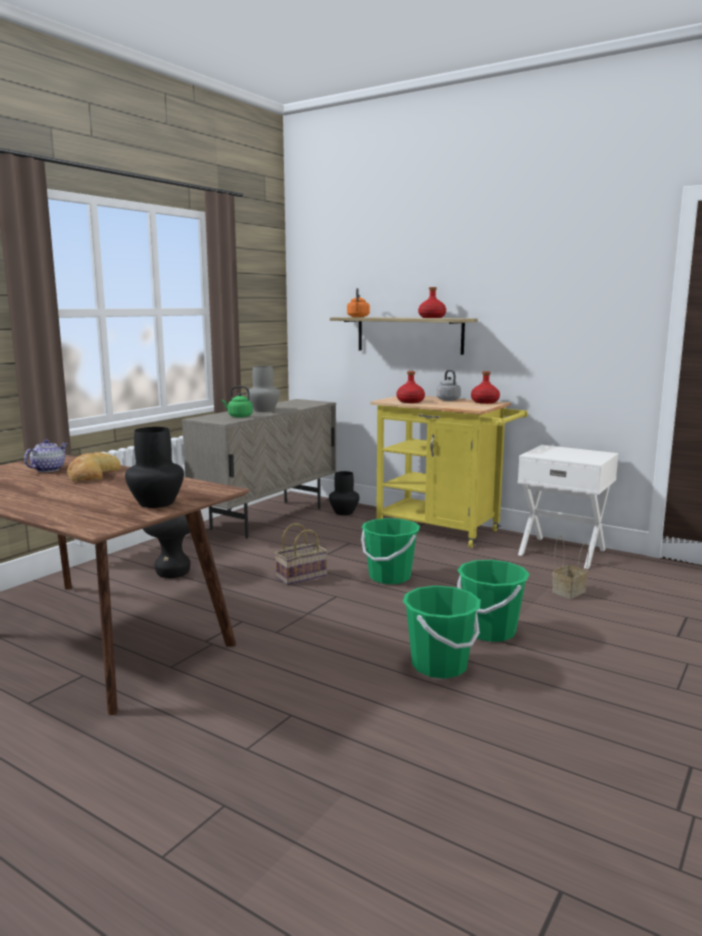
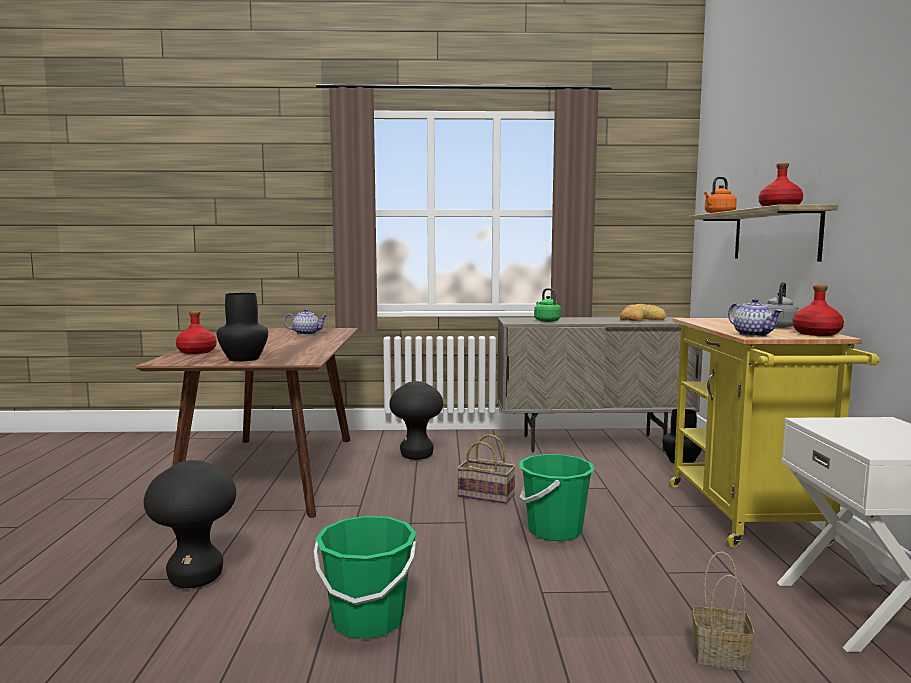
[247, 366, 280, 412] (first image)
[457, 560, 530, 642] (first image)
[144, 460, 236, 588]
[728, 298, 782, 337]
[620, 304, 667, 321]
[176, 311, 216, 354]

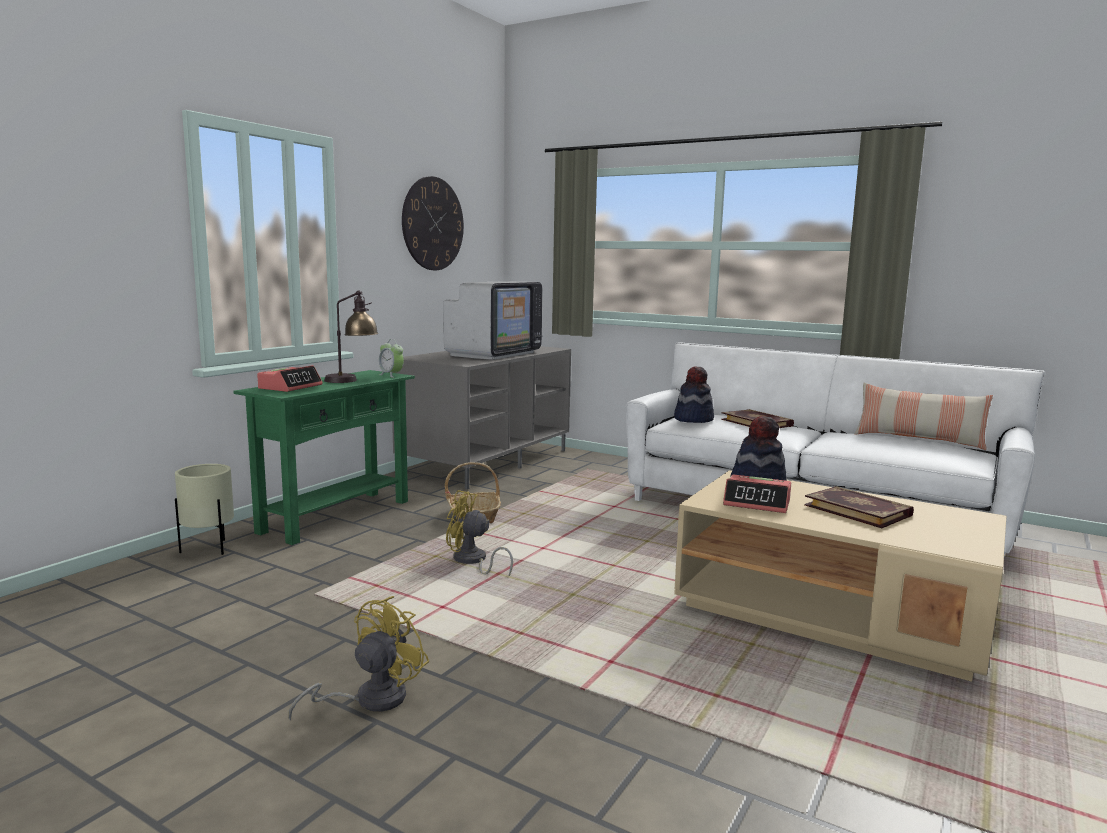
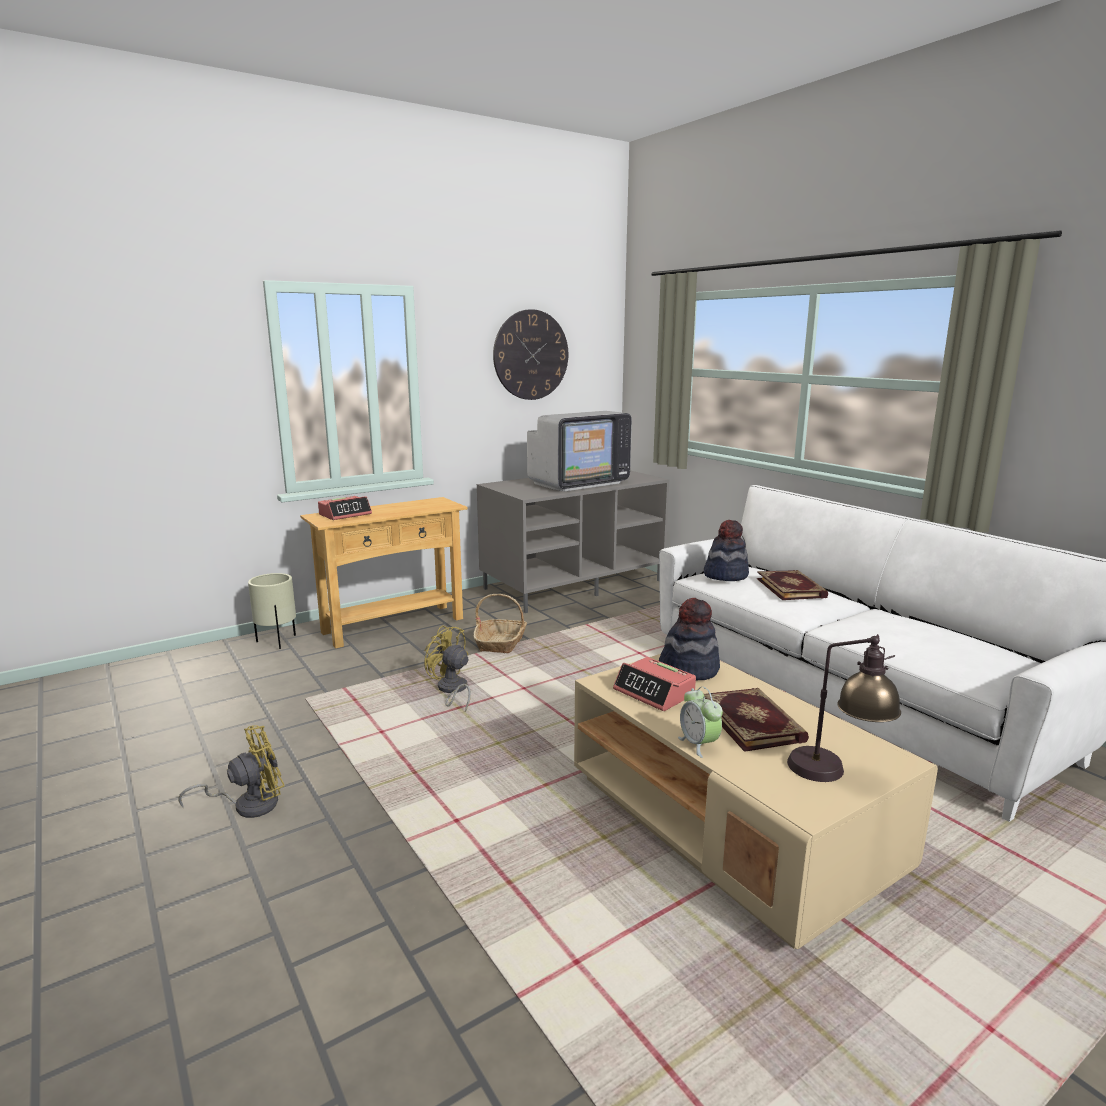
[855, 383, 993, 450] (first image)
[787, 634, 901, 782]
[678, 687, 723, 758]
[300, 497, 468, 648]

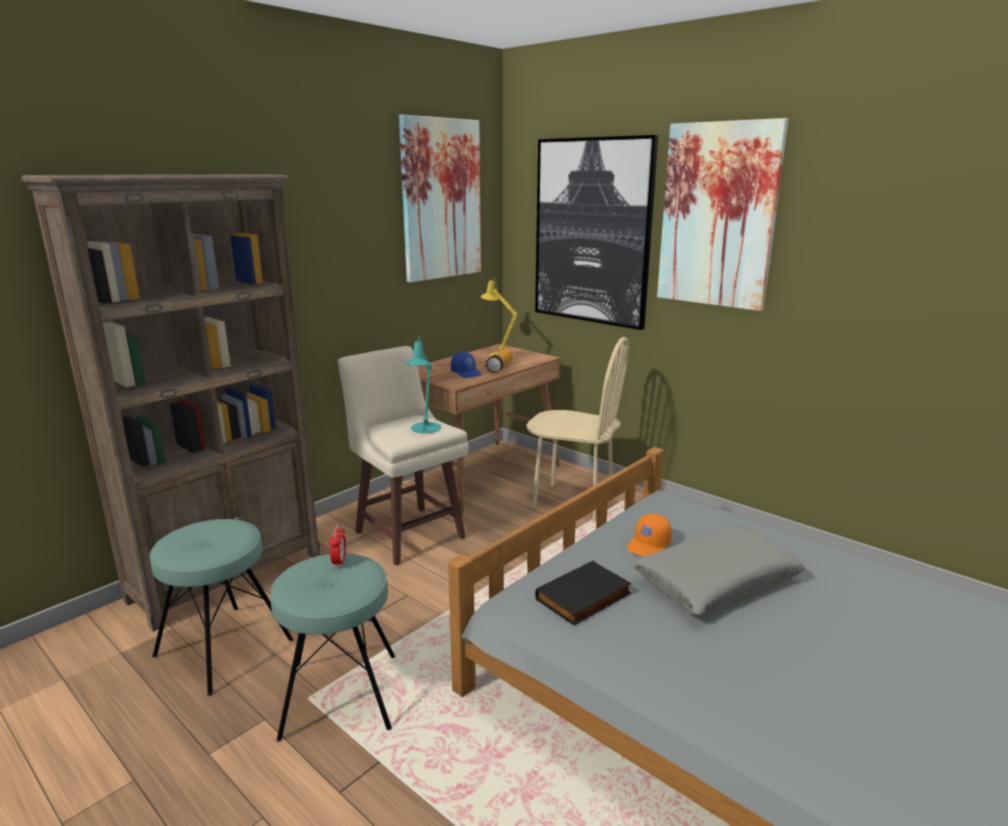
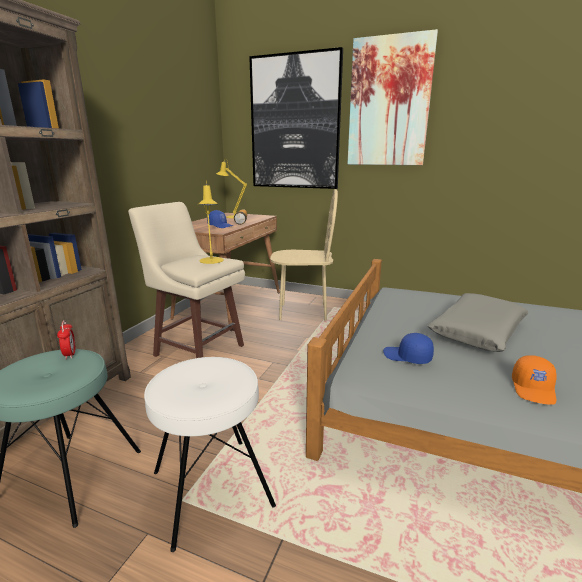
[399, 115, 481, 283] (first image)
[57, 320, 75, 359]
[512, 355, 557, 404]
[383, 333, 434, 364]
[144, 357, 276, 552]
[198, 181, 224, 264]

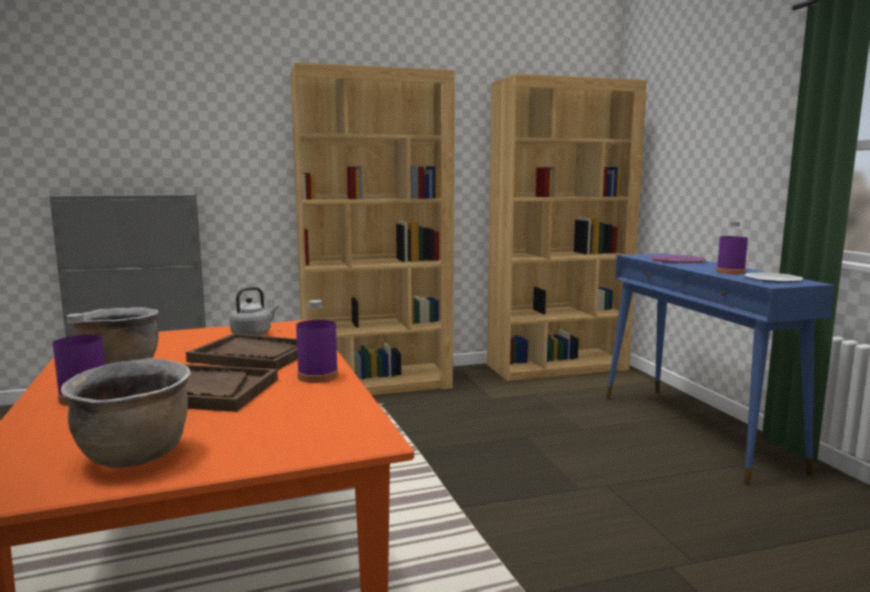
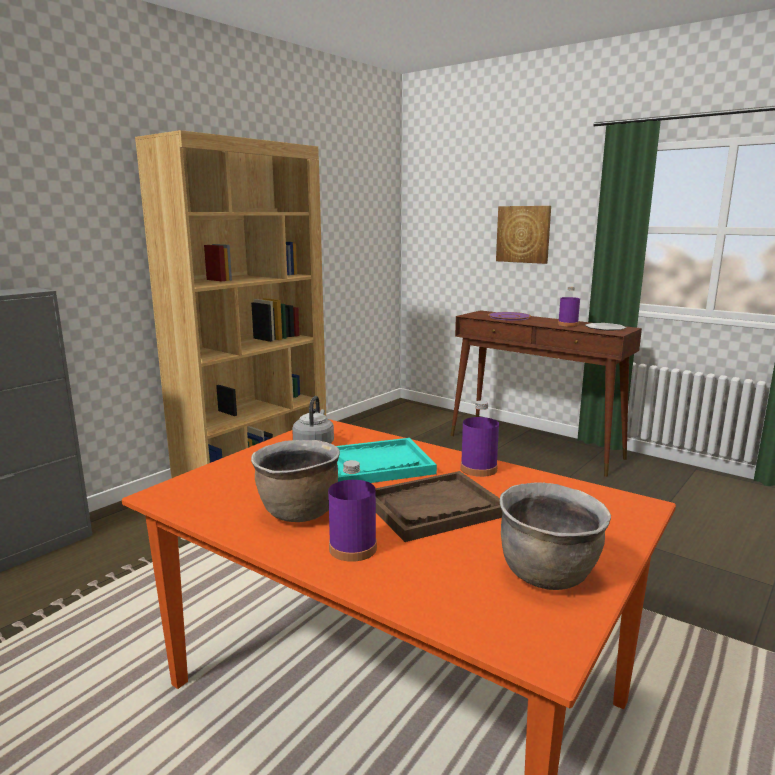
[487, 74, 647, 381] (first image)
[496, 206, 551, 264]
[337, 438, 437, 483]
[451, 310, 642, 477]

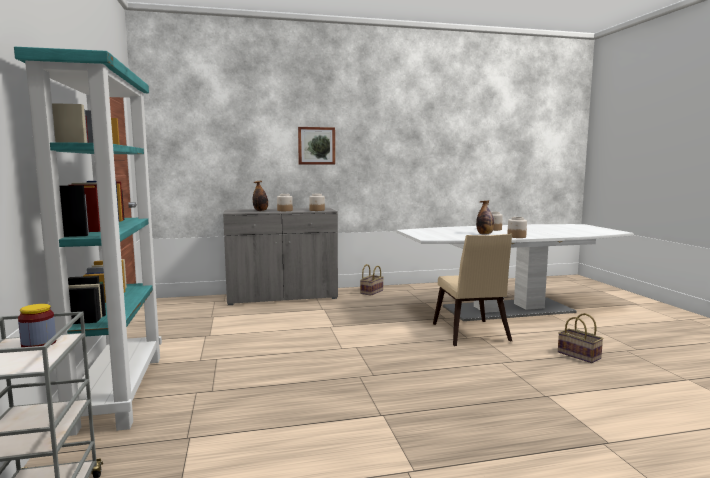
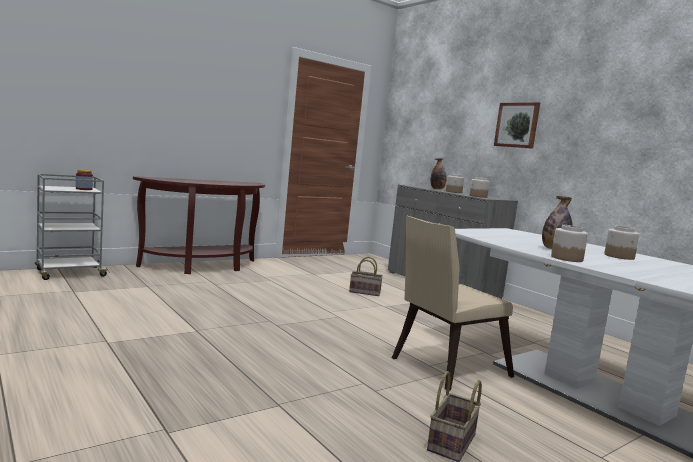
[349, 257, 383, 296]
[133, 176, 265, 274]

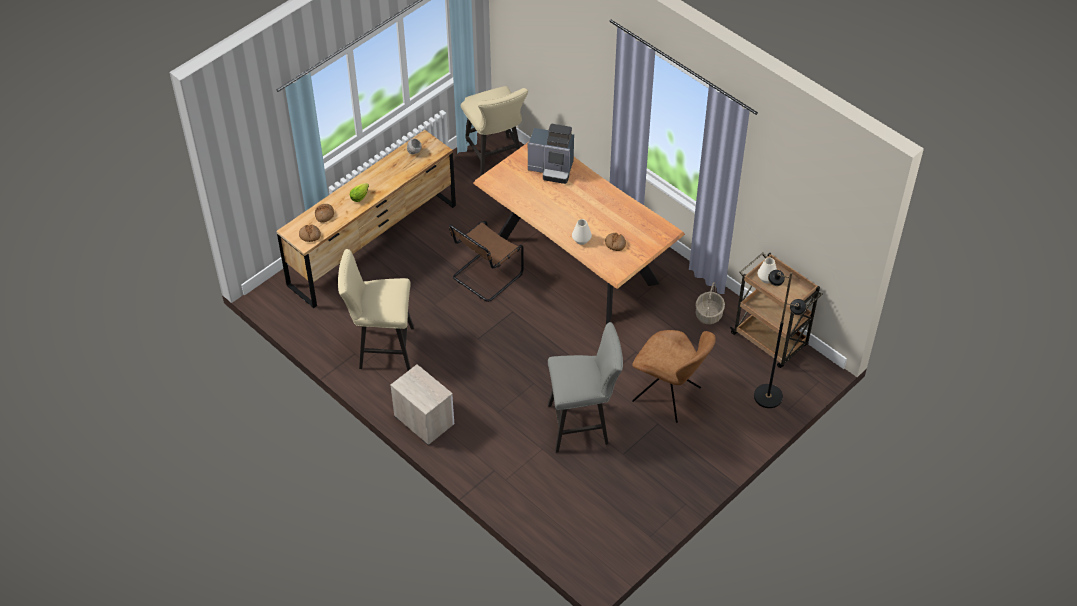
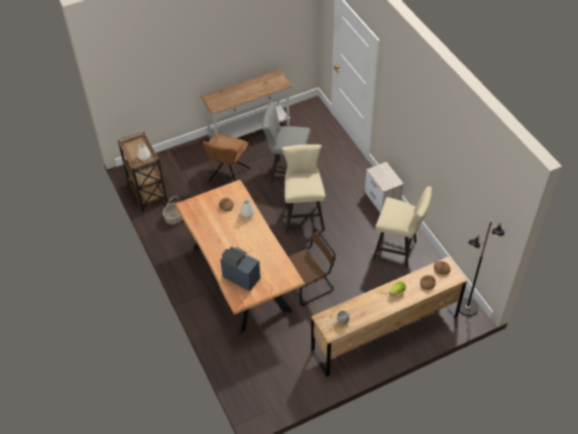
[201, 69, 293, 138]
[282, 144, 326, 233]
[459, 220, 504, 316]
[203, 135, 250, 183]

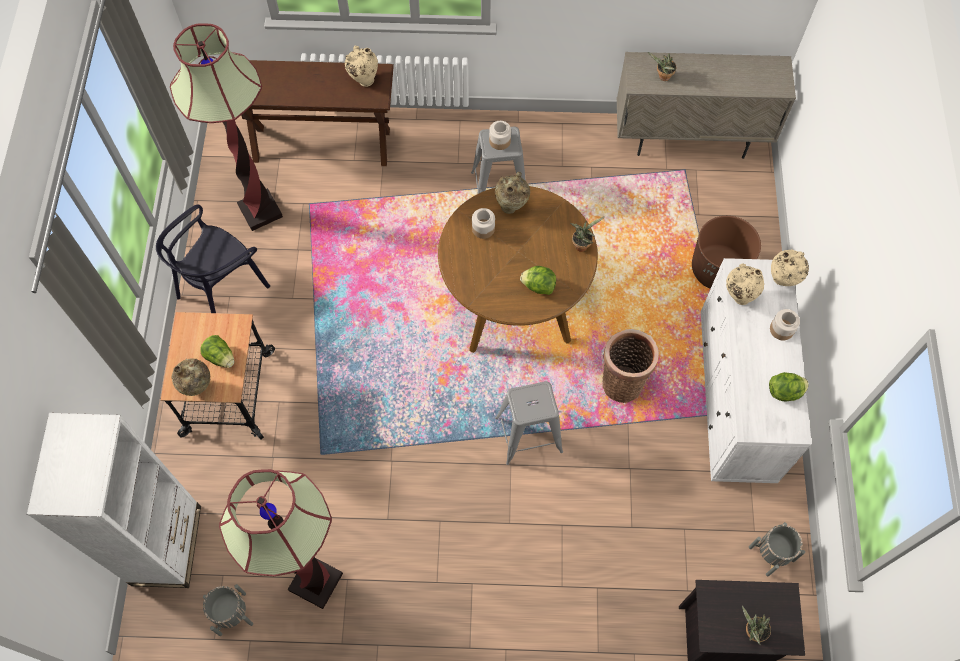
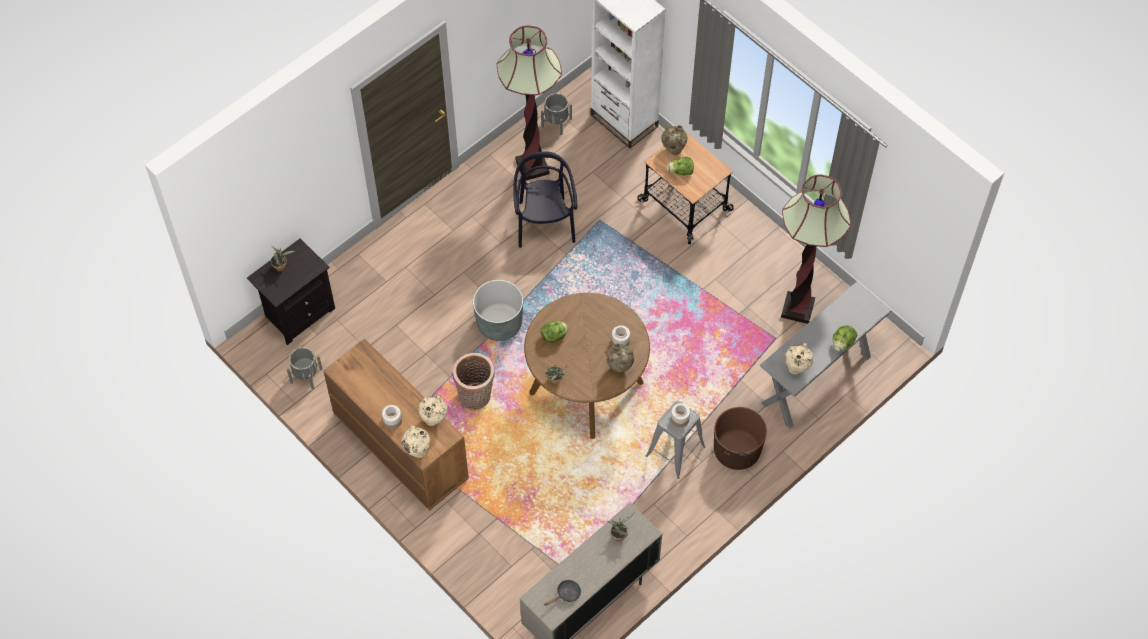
[544, 580, 581, 606]
[513, 151, 577, 248]
[714, 407, 767, 470]
[833, 325, 857, 351]
[473, 280, 523, 341]
[760, 282, 892, 429]
[323, 338, 469, 511]

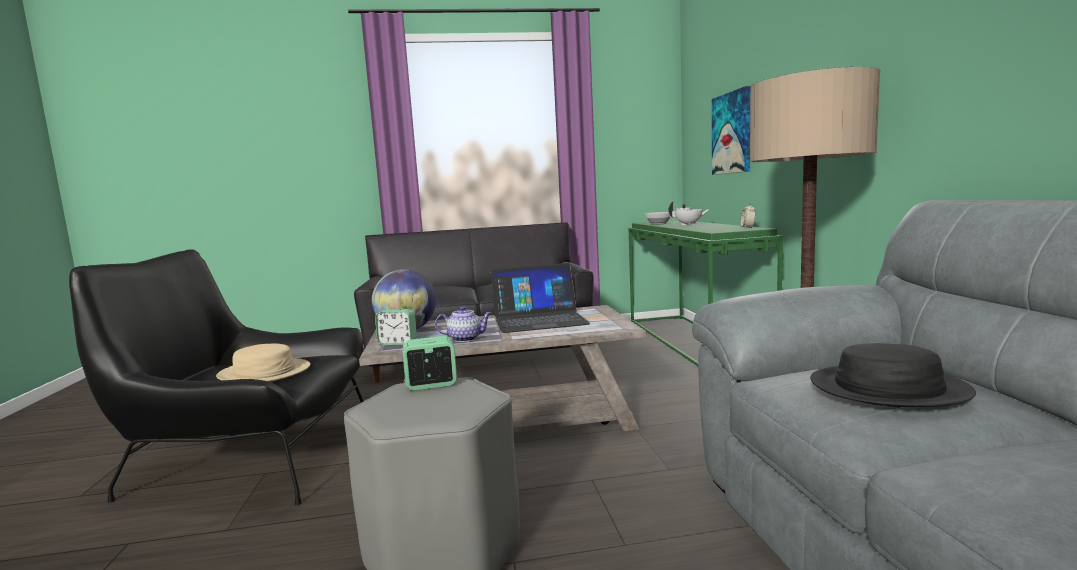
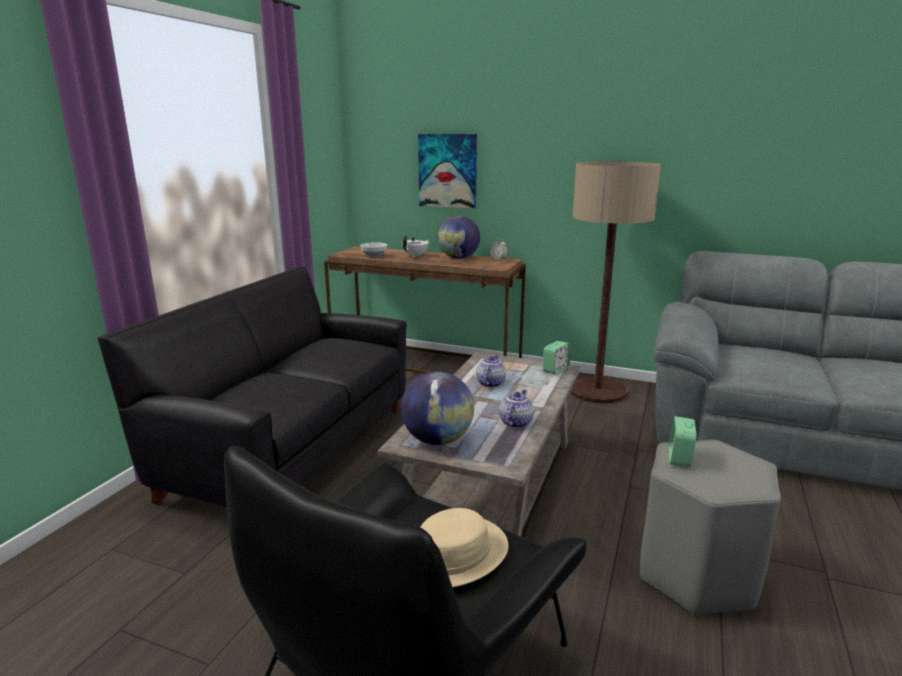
[810, 343, 976, 407] (first image)
[438, 216, 480, 259]
[543, 341, 570, 375]
[476, 355, 506, 388]
[324, 246, 526, 375]

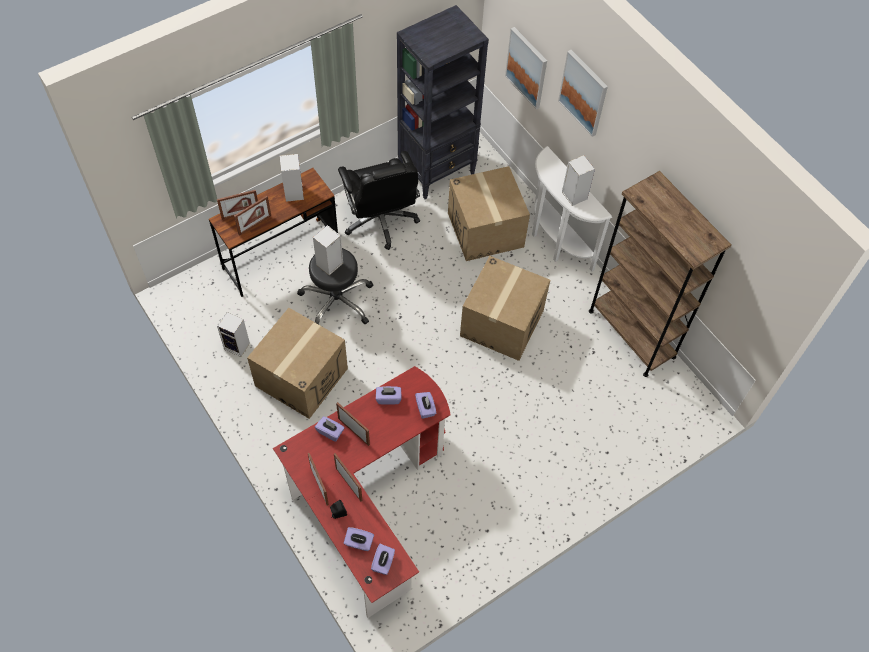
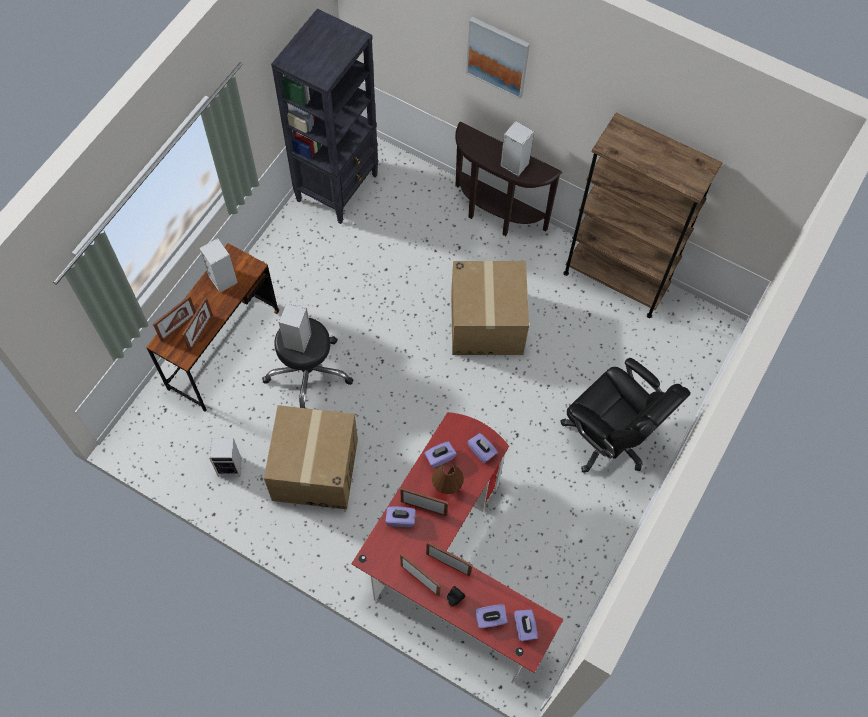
[448, 166, 530, 261] (first image)
[505, 27, 547, 109] (first image)
[432, 463, 464, 494]
[560, 358, 691, 473]
[455, 122, 562, 236]

